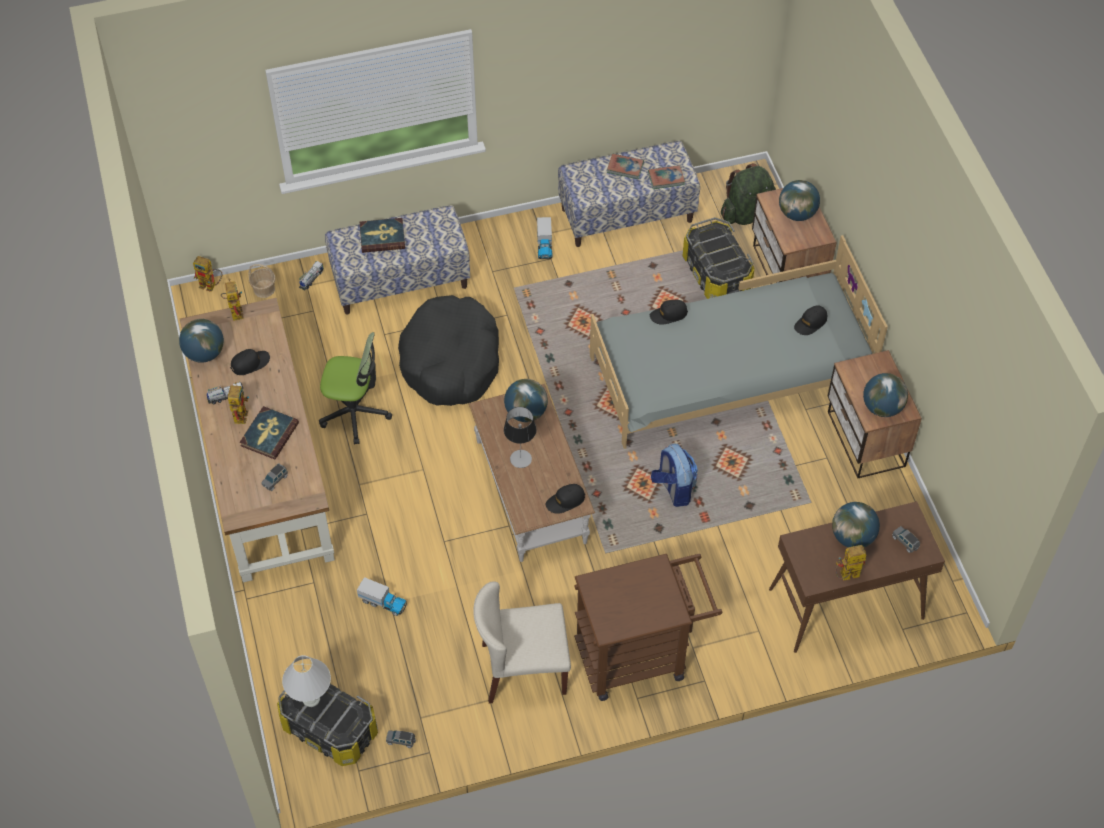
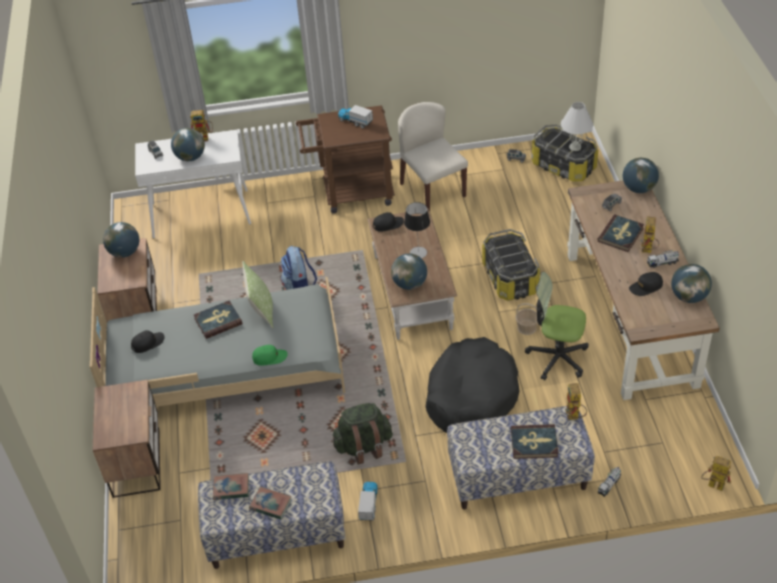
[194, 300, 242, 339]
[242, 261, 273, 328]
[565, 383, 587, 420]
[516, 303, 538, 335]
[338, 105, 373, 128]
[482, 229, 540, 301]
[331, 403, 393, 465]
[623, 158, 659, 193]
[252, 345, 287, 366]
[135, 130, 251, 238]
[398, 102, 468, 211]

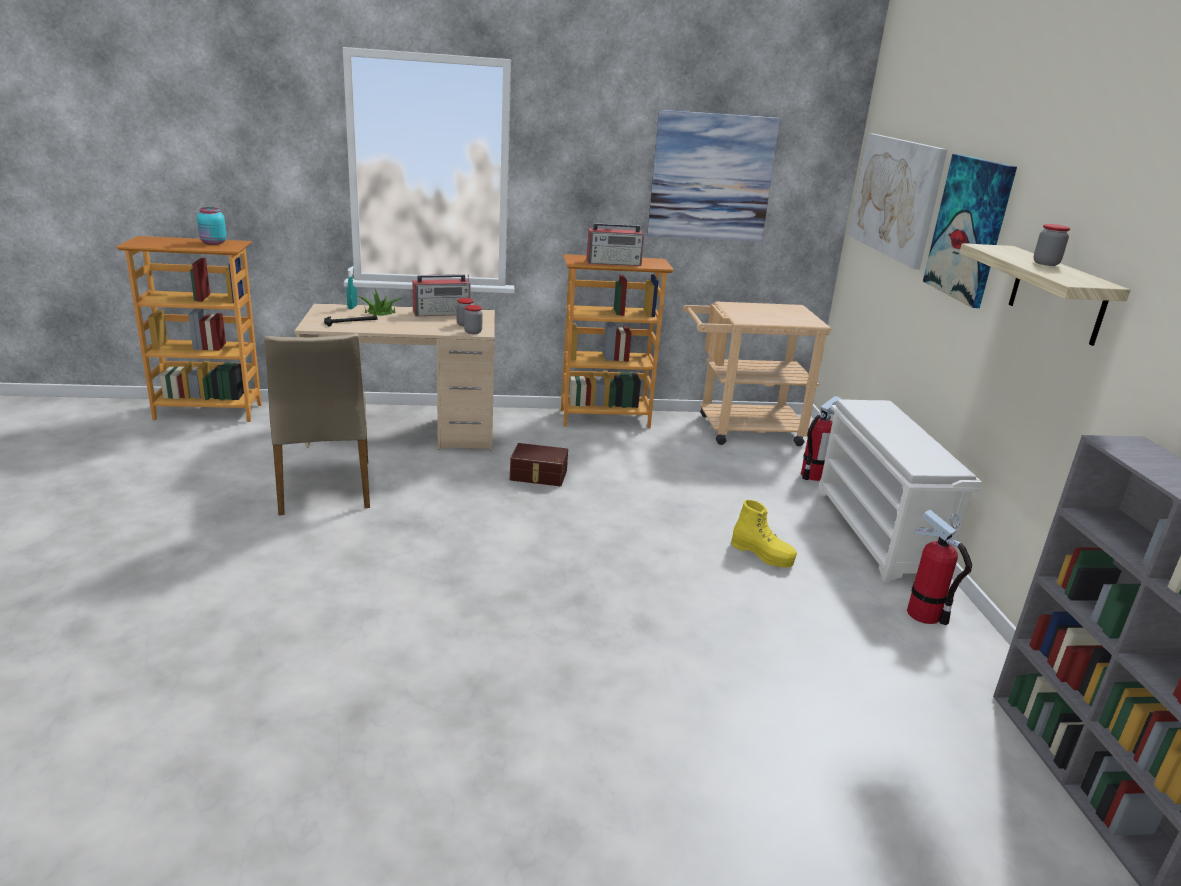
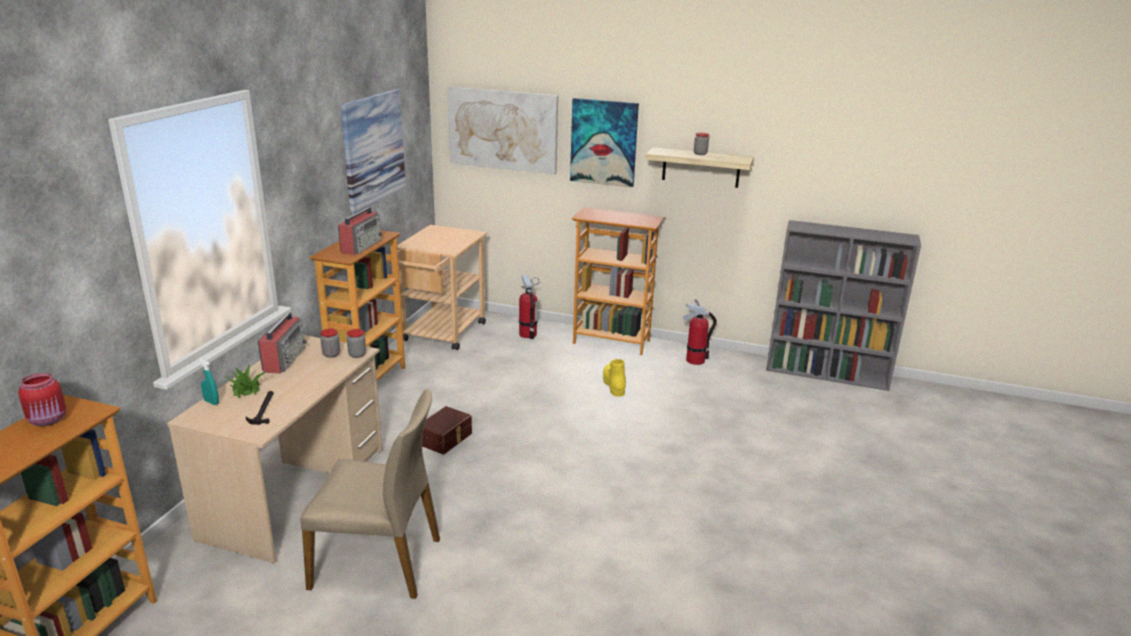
[572, 207, 665, 355]
[18, 373, 66, 426]
[603, 359, 626, 397]

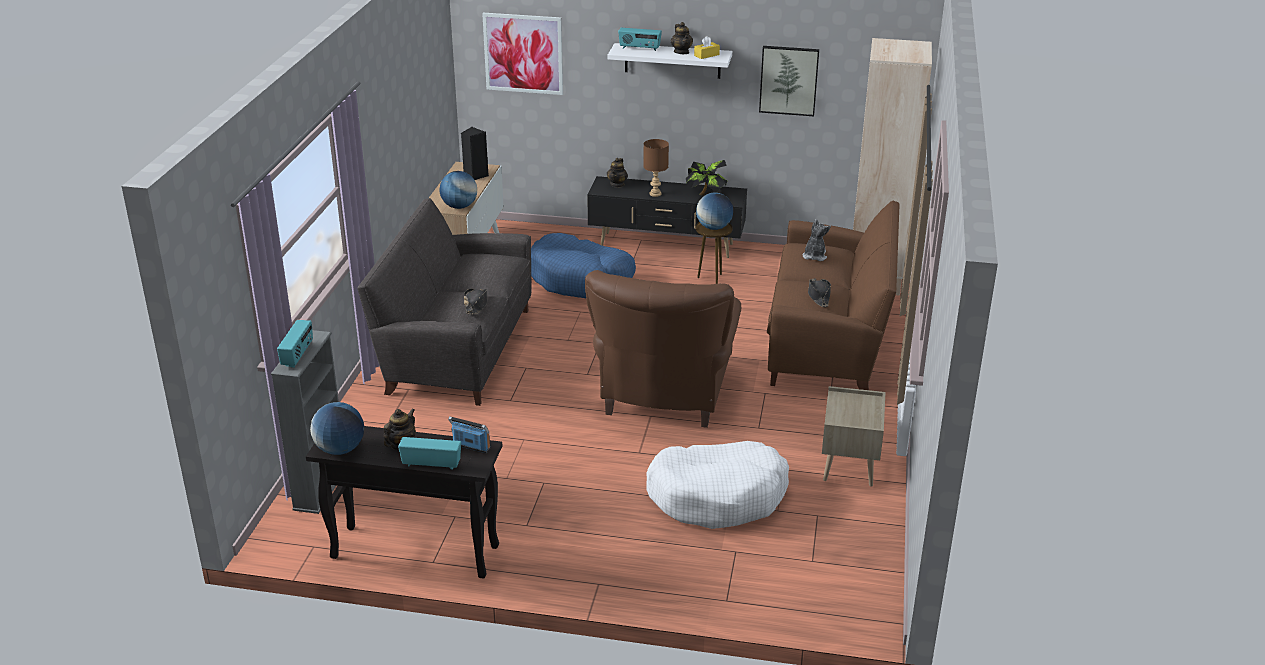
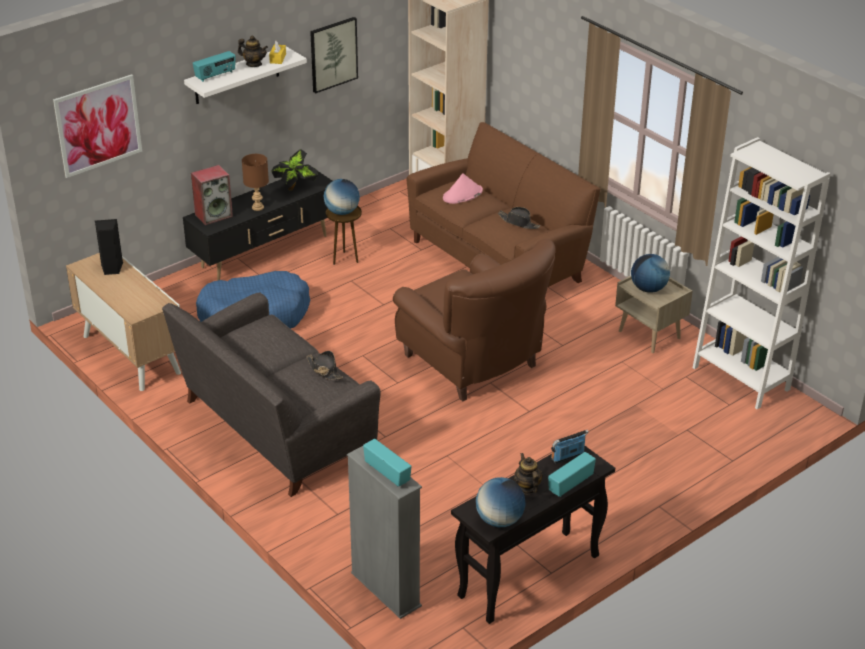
[646, 441, 789, 529] (first image)
[693, 137, 831, 409]
[631, 254, 670, 293]
[191, 165, 233, 225]
[443, 173, 483, 204]

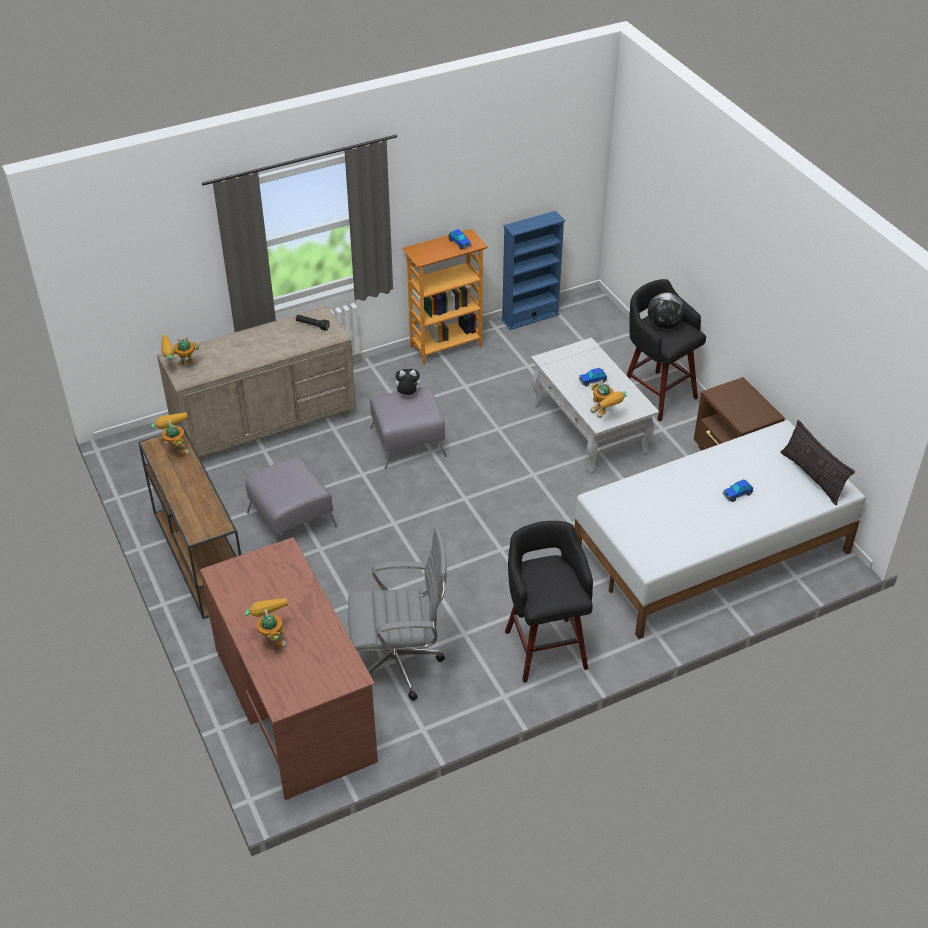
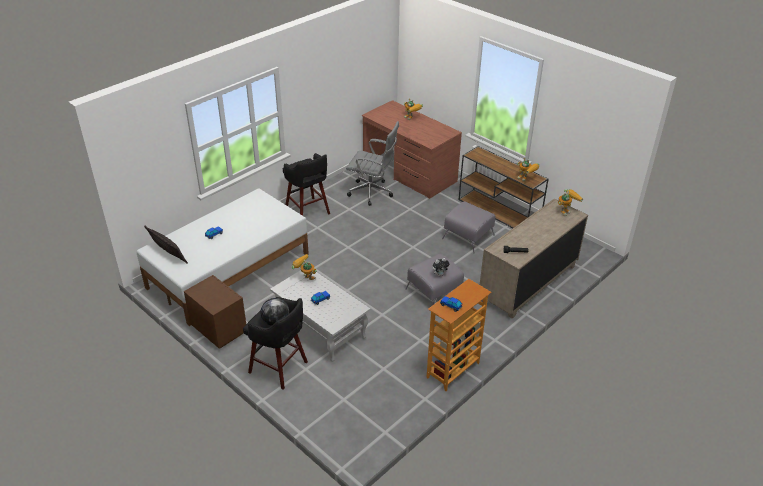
[501, 211, 565, 330] (first image)
[346, 121, 399, 206]

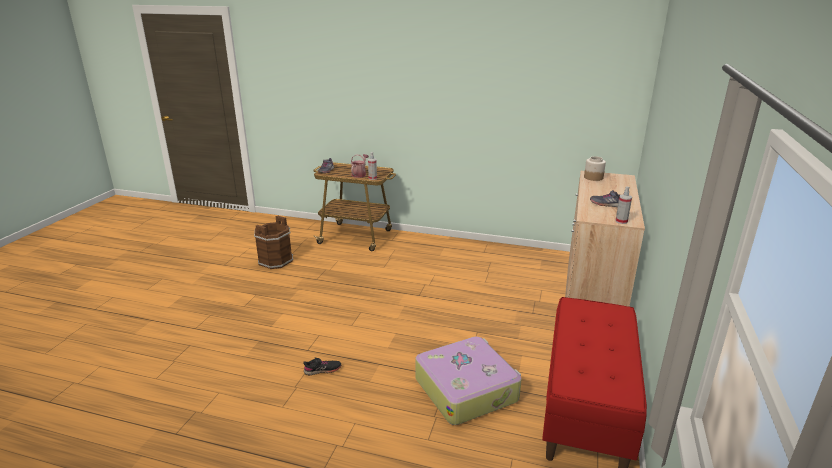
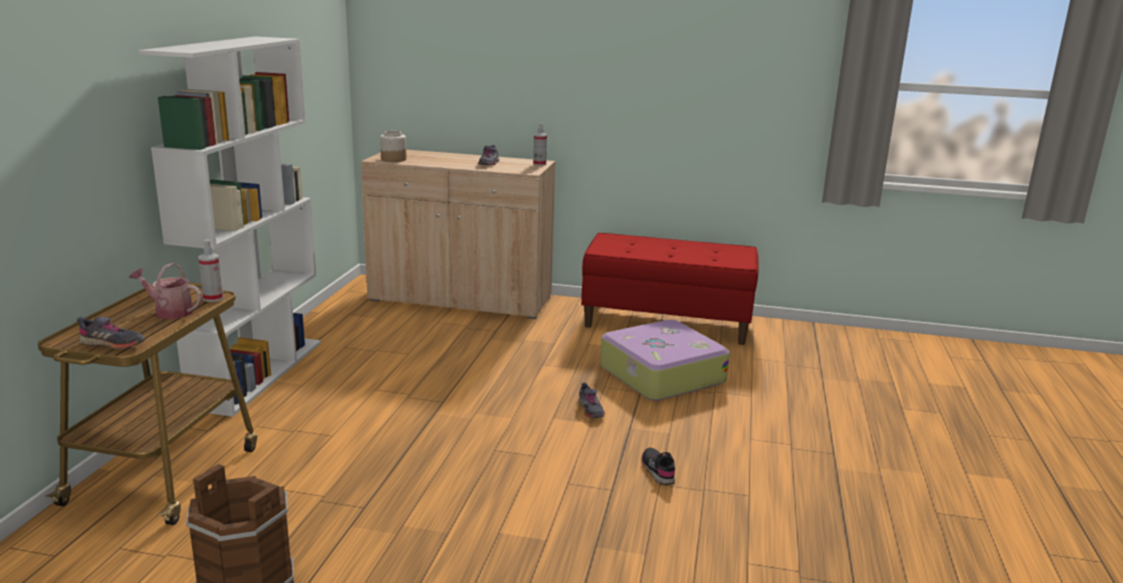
[138, 36, 321, 417]
[578, 383, 605, 418]

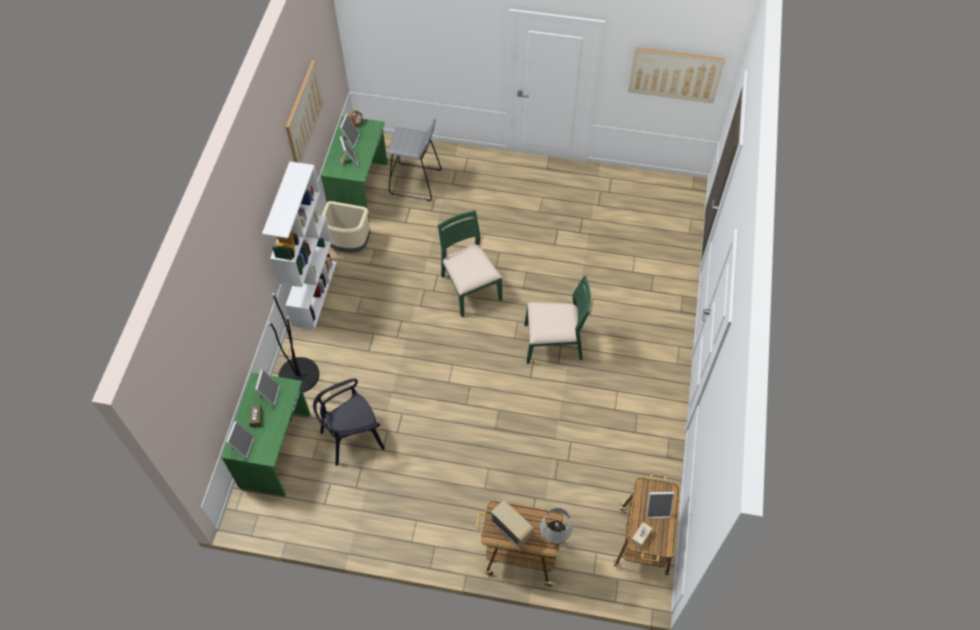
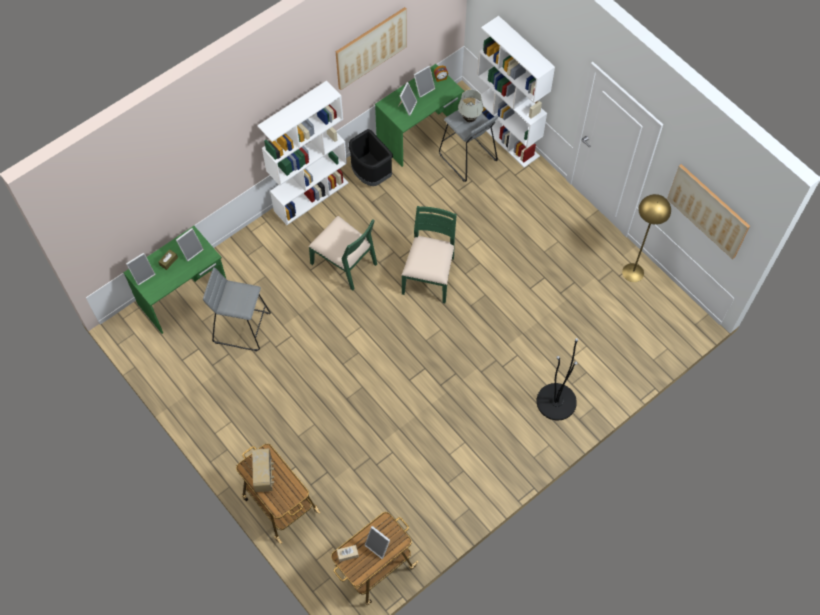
[475, 16, 555, 168]
[622, 194, 671, 282]
[537, 338, 578, 421]
[309, 216, 377, 291]
[458, 89, 483, 122]
[203, 267, 271, 351]
[349, 129, 393, 186]

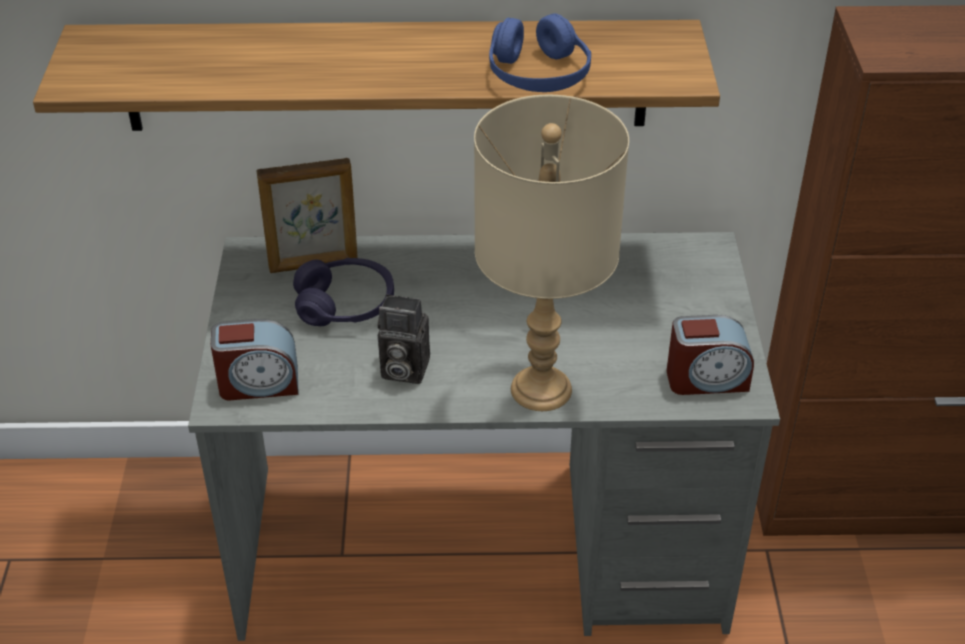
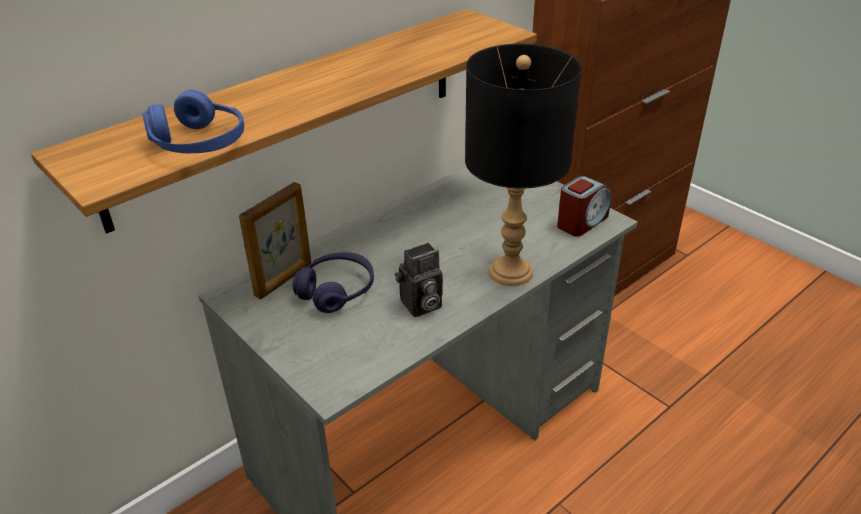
[211, 319, 299, 400] (first image)
[143, 90, 244, 153]
[465, 44, 582, 286]

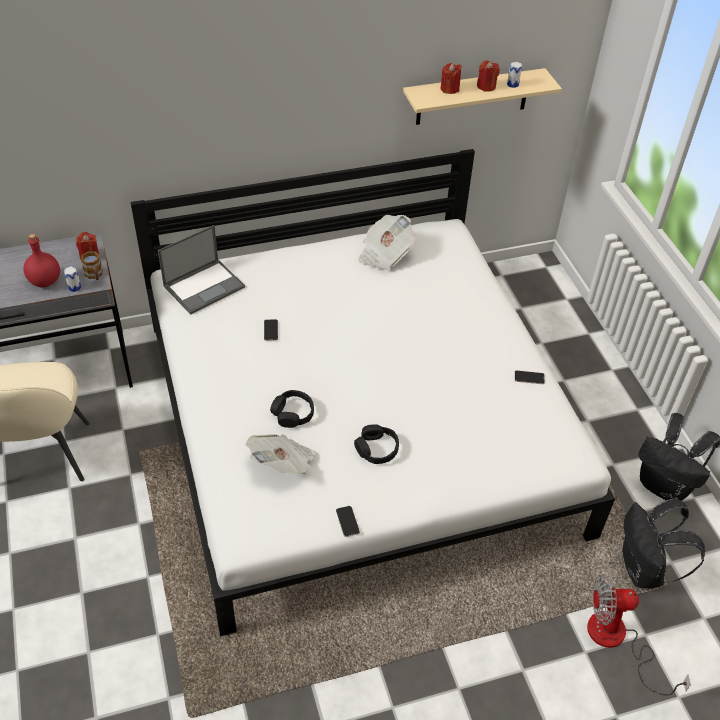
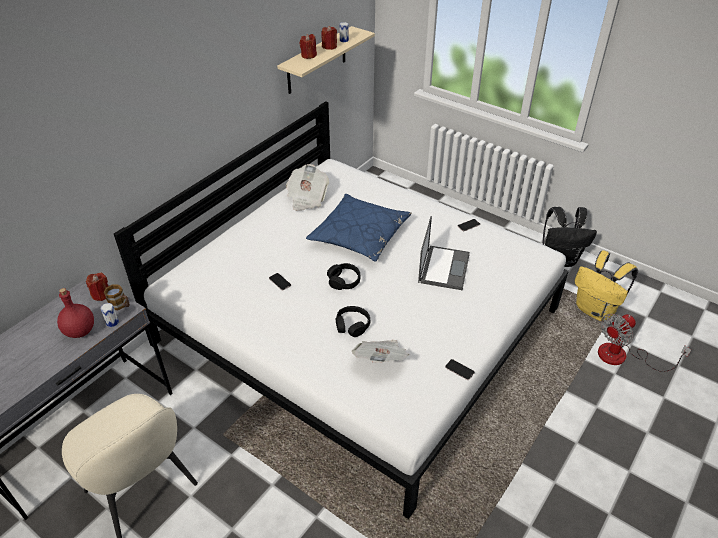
[306, 194, 412, 262]
[418, 216, 470, 290]
[327, 263, 360, 290]
[575, 250, 638, 321]

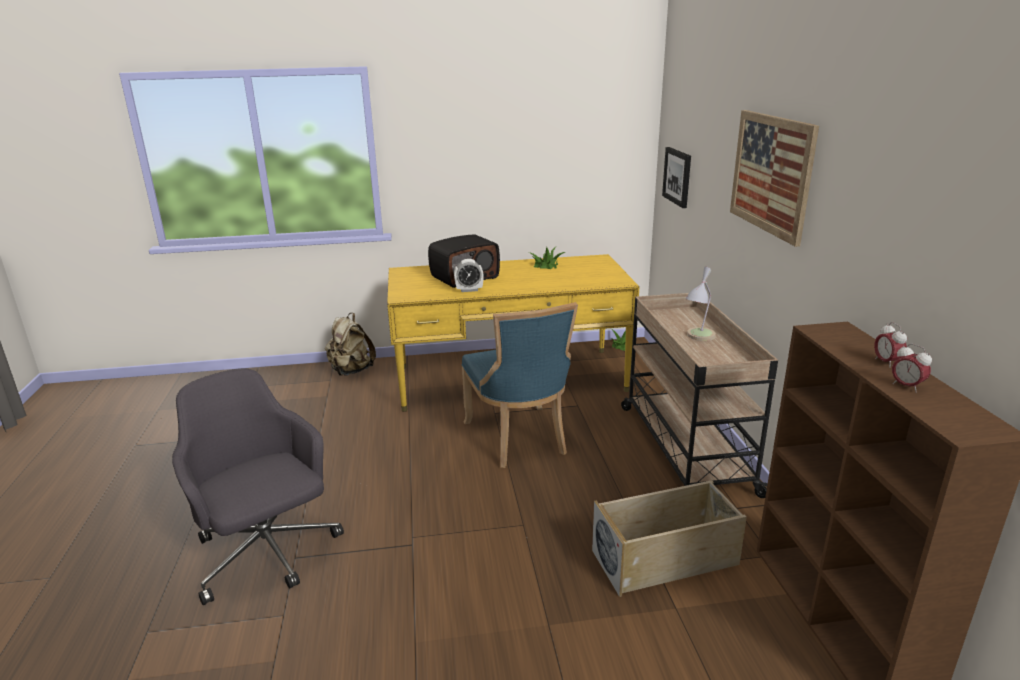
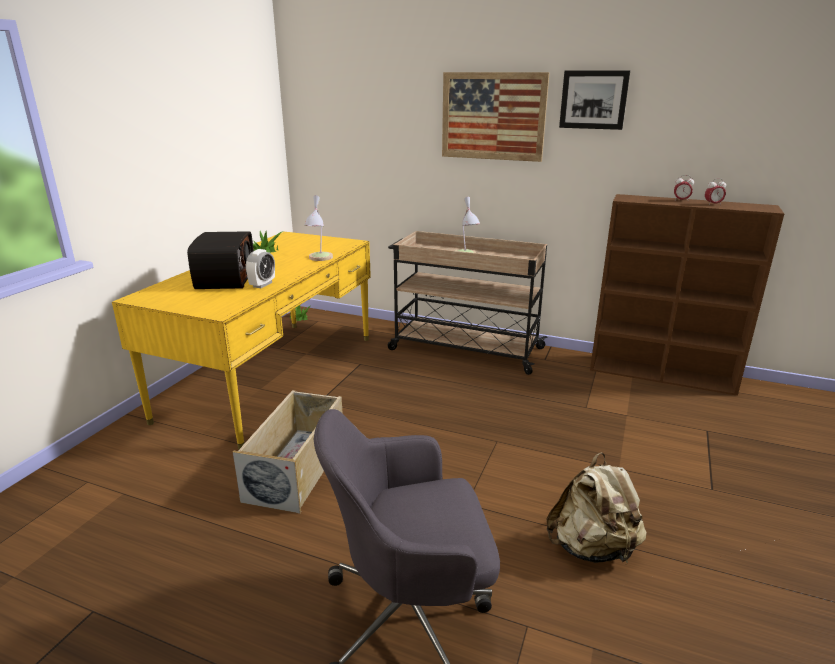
[462, 302, 578, 468] (first image)
[305, 195, 333, 261]
[546, 452, 647, 565]
[233, 390, 343, 513]
[559, 70, 630, 130]

